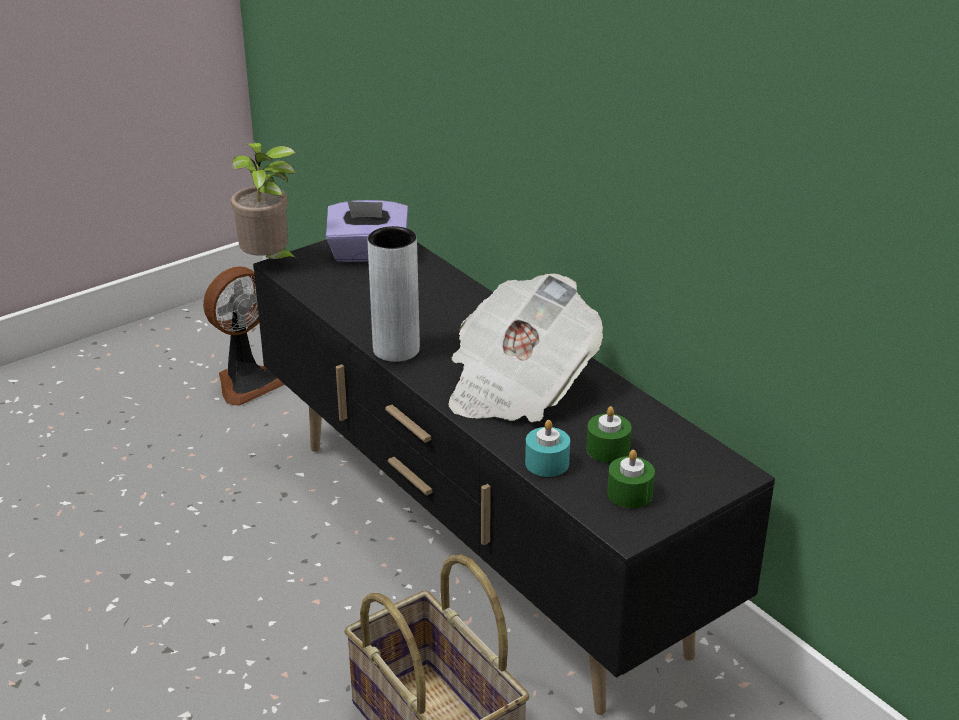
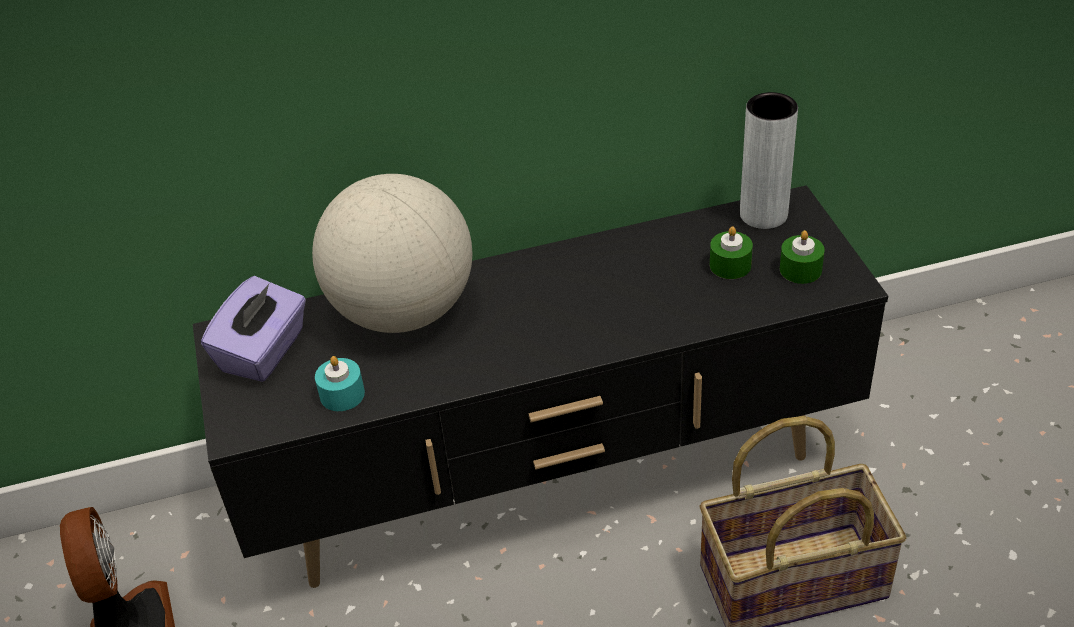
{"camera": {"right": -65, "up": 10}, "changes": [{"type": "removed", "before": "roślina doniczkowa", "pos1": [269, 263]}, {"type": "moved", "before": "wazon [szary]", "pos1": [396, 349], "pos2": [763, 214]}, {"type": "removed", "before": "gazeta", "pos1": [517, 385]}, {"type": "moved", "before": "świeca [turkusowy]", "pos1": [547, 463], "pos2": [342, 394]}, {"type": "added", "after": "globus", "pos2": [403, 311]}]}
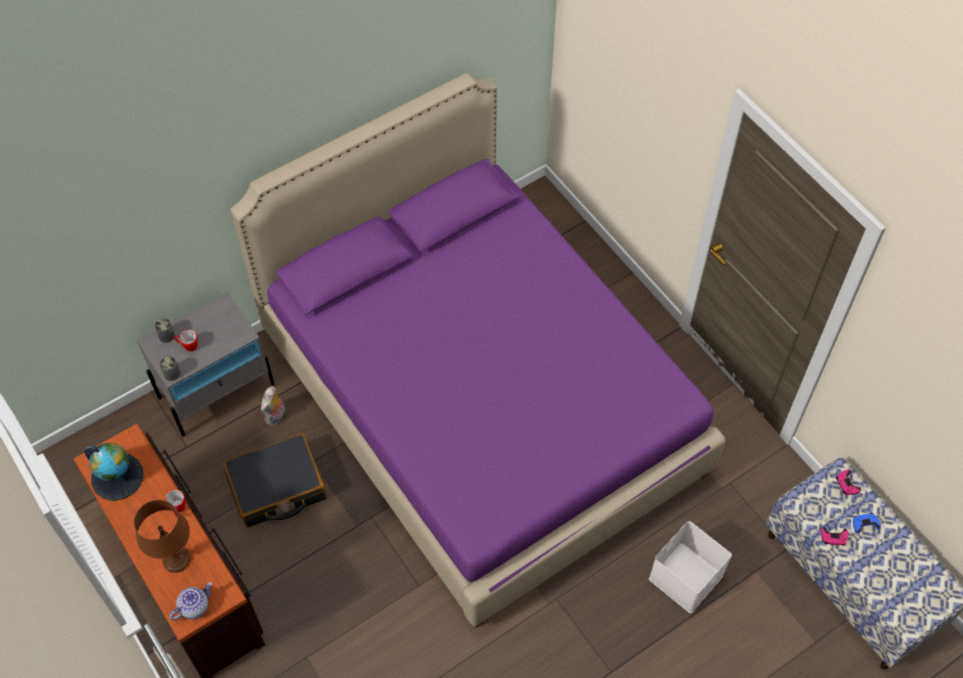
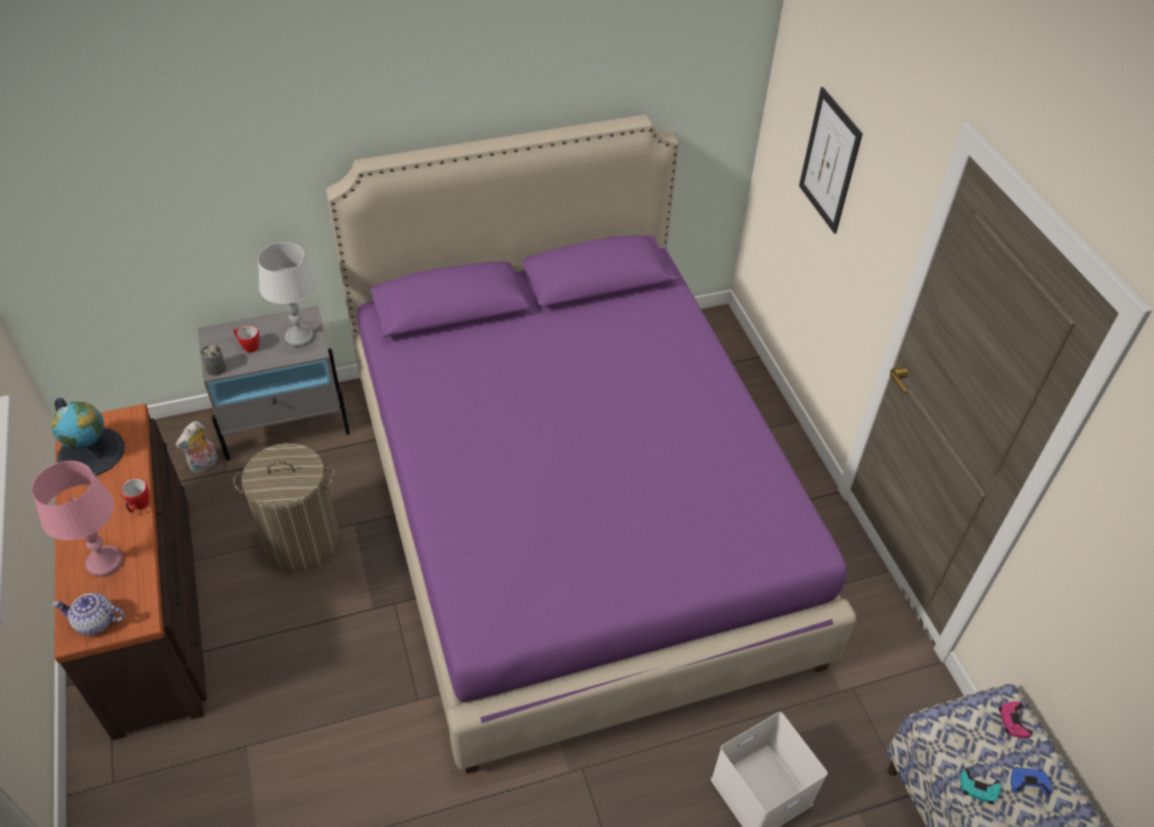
{"camera": {"right": 15, "up": -10}, "changes": [{"type": "removed", "before": "puszka", "pos1": [166, 336]}, {"type": "moved", "before": "pluszak", "pos1": [275, 416], "pos2": [204, 464]}, {"type": "replaced", "before": "walizka [czarny]", "after": "kosz na pranie", "pos1": [277, 487], "pos2": [302, 541]}, {"type": "recoloured", "before": "lampa stołowa [brązowy]", "after": "lampa stołowa [różowy]", "pos1": [177, 559], "pos2": [105, 562]}, {"type": "recoloured", "before": "pad do gier [różowy]", "after": "pad do gier [turkusowy]", "pos1": [834, 537], "pos2": [978, 788]}, {"type": "turned", "before": "imbryk", "pos1": [194, 606], "pos2": [95, 622], "turn": -150}, {"type": "added", "after": "obraz", "pos2": [829, 161]}, {"type": "added", "after": "lampa stołowa [szary]", "pos2": [300, 336]}]}
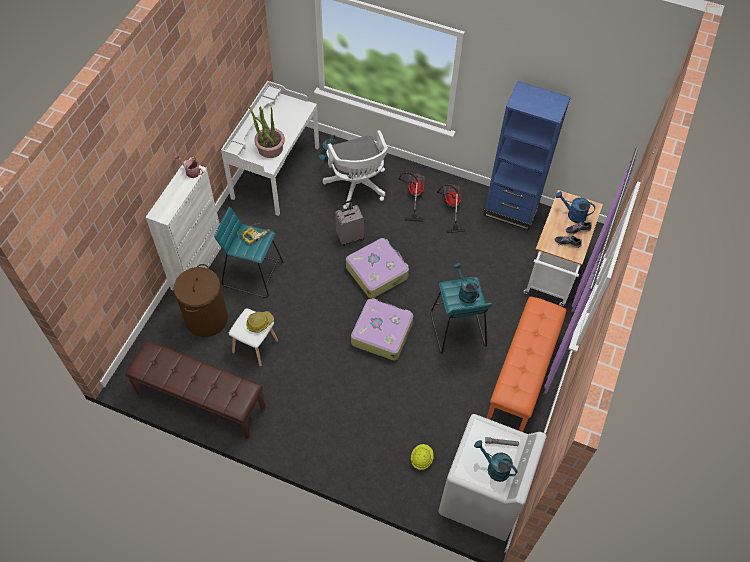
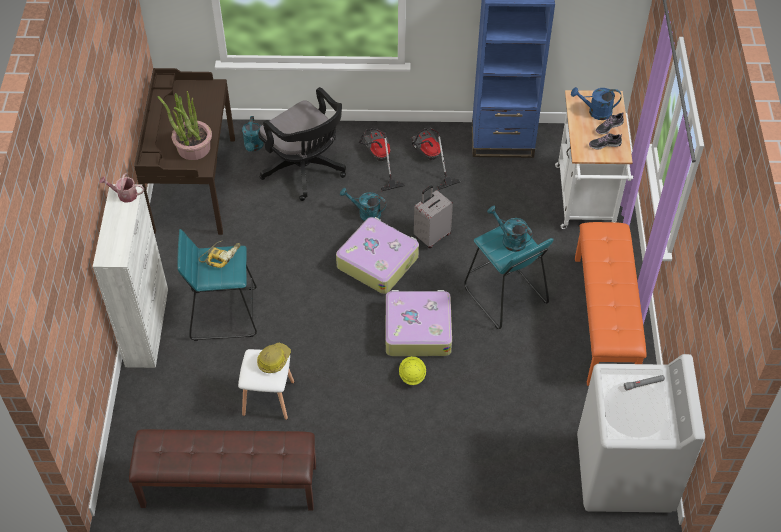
{"camera": {"right": -20, "up": -5}, "changes": [{"type": "recoloured", "before": "biurko [biały]", "after": "biurko [brązowy]", "pos1": [275, 172], "pos2": [193, 184]}, {"type": "recoloured", "before": "krzesło biurowe [biały]", "after": "krzesło biurowe [czarny]", "pos1": [357, 187], "pos2": [306, 171]}, {"type": "moved", "before": "walizka [szary]", "pos1": [350, 236], "pos2": [431, 235]}, {"type": "removed", "before": "kosz na pranie [brązowy]", "pos1": [206, 318]}, {"type": "moved", "before": "konewka [turkusowy]", "pos1": [494, 468], "pos2": [365, 213]}, {"type": "moved", "before": "kask [żółty]", "pos1": [421, 459], "pos2": [412, 375]}]}
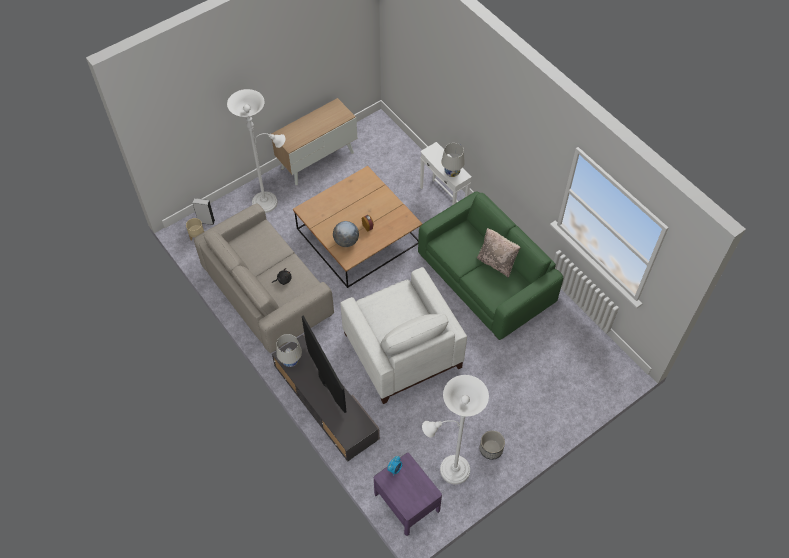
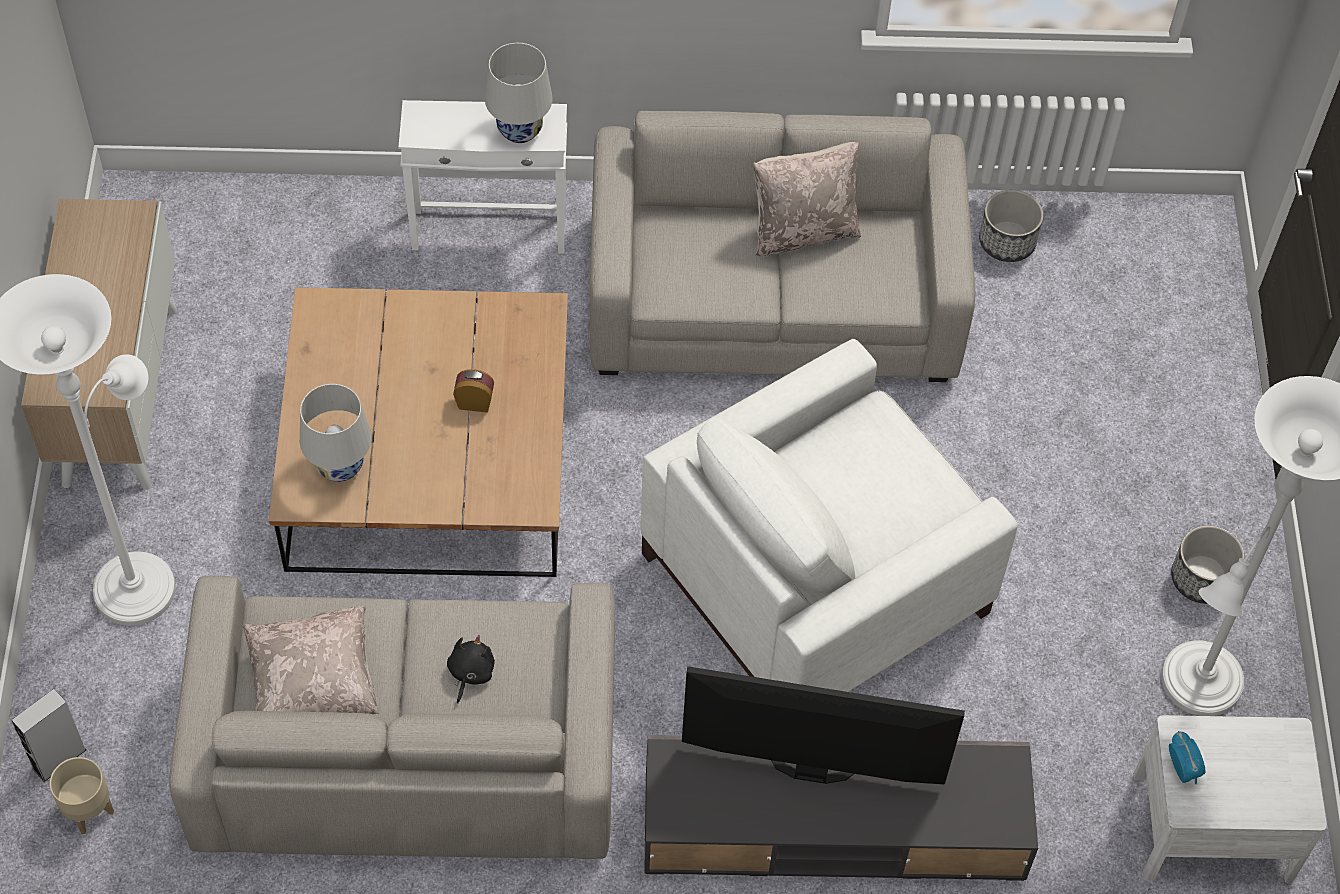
{"camera": {"right": -55, "up": 0}, "changes": [{"type": "recoloured", "before": "kanapa [zielony]", "after": "kanapa [beżowy]", "pos1": [486, 278], "pos2": [773, 297]}, {"type": "removed", "before": "globus", "pos1": [346, 241]}, {"type": "turned", "before": "fotel [biały]", "pos1": [401, 349], "pos2": [817, 579], "turn": 135}, {"type": "moved", "before": "lampa stołowa [biały]", "pos1": [290, 361], "pos2": [339, 466]}, {"type": "recoloured", "before": "szafka nocna [fioletowy]", "after": "szafka nocna [biały]", "pos1": [407, 502], "pos2": [1212, 826]}, {"type": "added", "after": "donica", "pos2": [1007, 241]}, {"type": "added", "after": "poduszka [beżowy]", "pos2": [314, 686]}]}
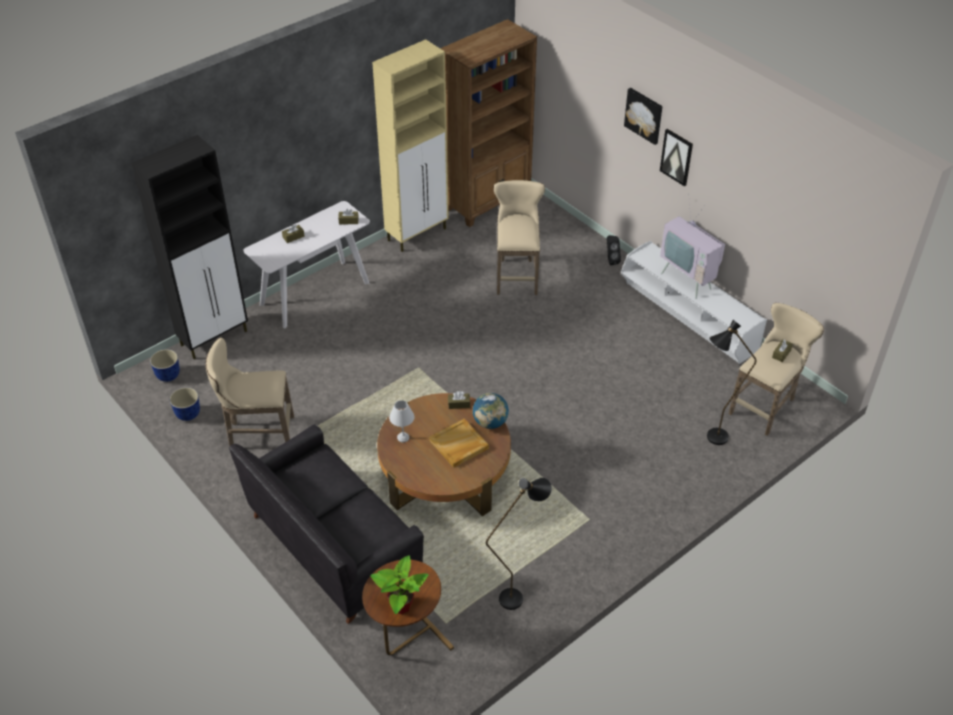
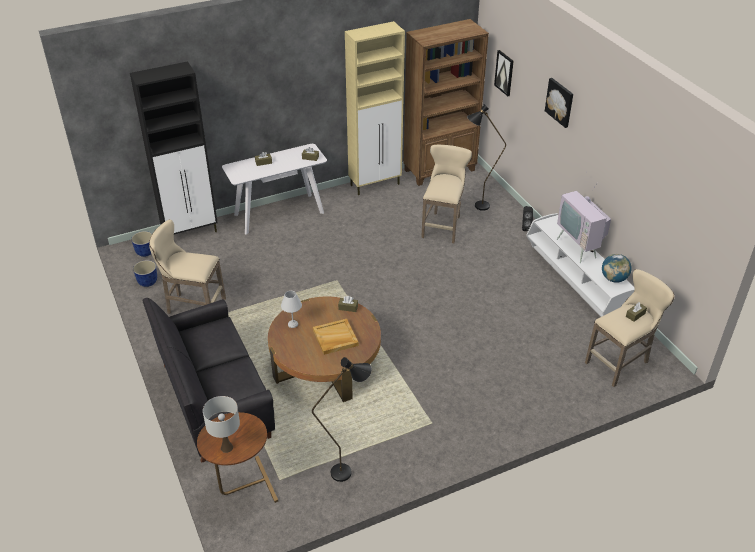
{"camera": {"right": 15, "up": -5}, "changes": [{"type": "moved", "before": "obraz", "pos1": [676, 157], "pos2": [504, 73]}, {"type": "moved", "before": "lampa stojąca [czarny]", "pos1": [710, 440], "pos2": [476, 207]}, {"type": "moved", "before": "globus", "pos1": [490, 422], "pos2": [614, 279]}, {"type": "replaced", "before": "roślina doniczkowa", "after": "lampa stołowa [biały]", "pos1": [401, 605], "pos2": [227, 447]}]}
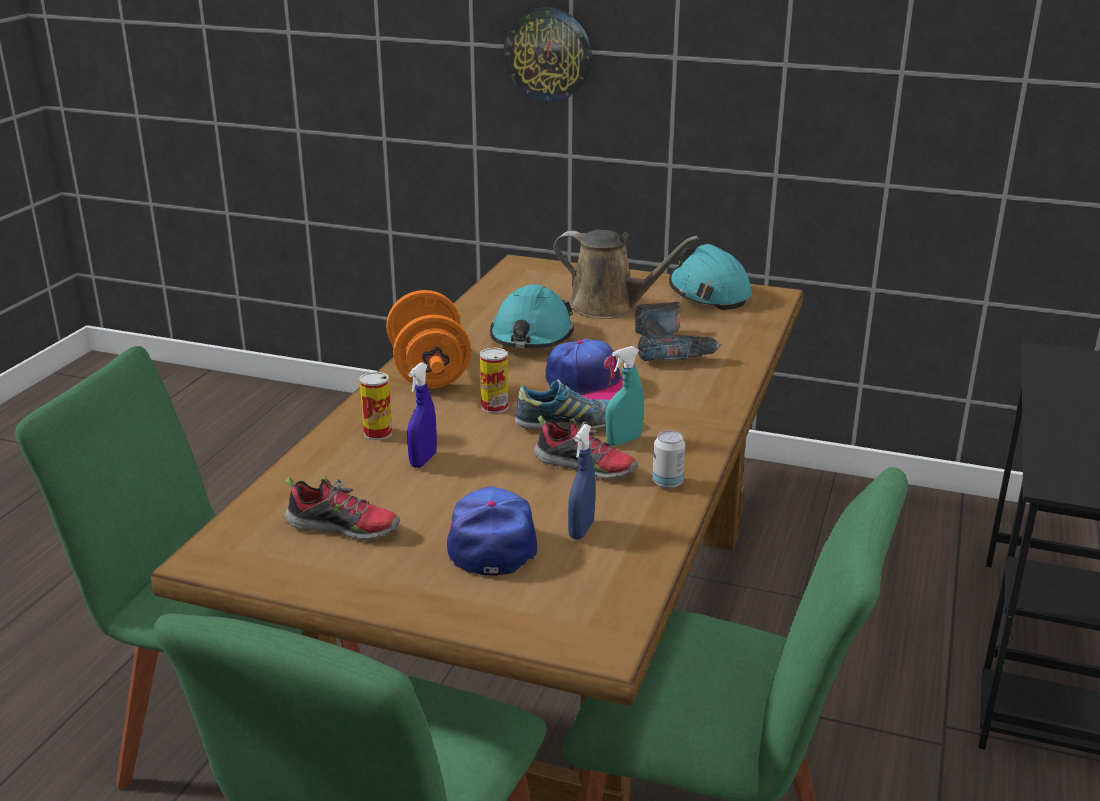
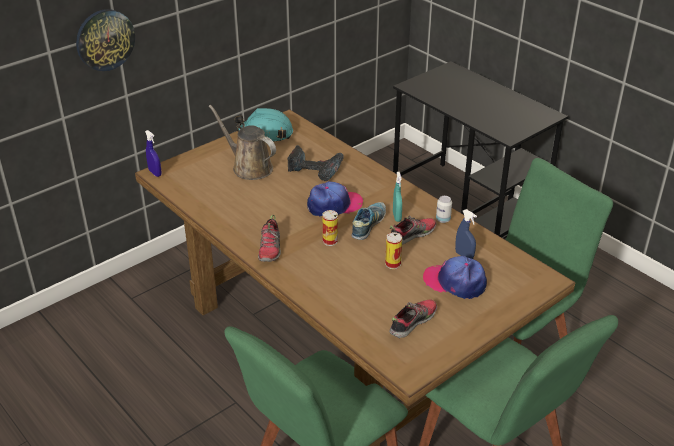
{"camera": {"right": -60, "up": 10}, "changes": [{"type": "turned", "before": "konewka [brązowy]", "pos1": [609, 307], "pos2": [249, 167], "turn": -105}, {"type": "removed", "before": "kask [turkusowy]", "pos1": [531, 337]}, {"type": "replaced", "before": "hantel [pomarańczowy]", "after": "but", "pos1": [429, 372], "pos2": [270, 249]}, {"type": "moved", "before": "spryskiwacz [niebieski]", "pos1": [423, 460], "pos2": [155, 173]}, {"type": "moved", "before": "puszka", "pos1": [378, 433], "pos2": [393, 264]}]}
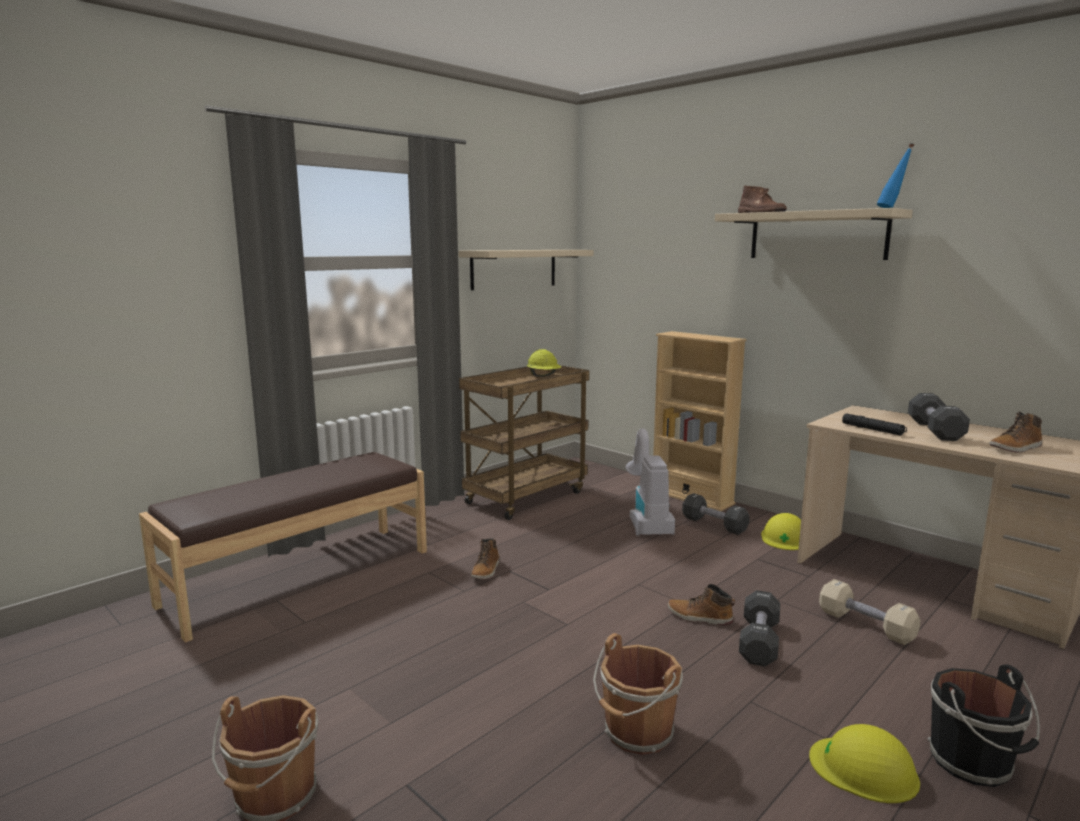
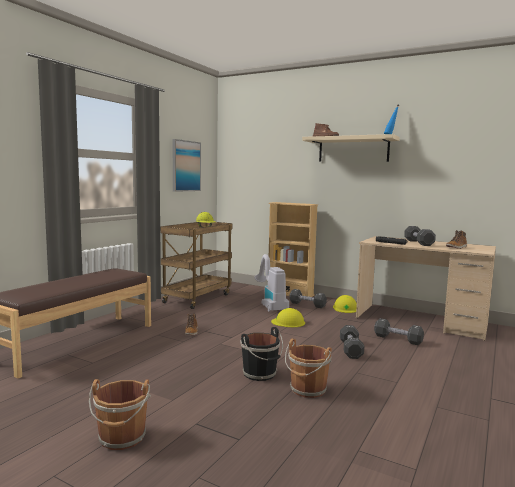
{"camera": {"right": -15, "up": -5}, "changes": [{"type": "replaced", "before": "półka [beżowy]", "after": "obraz", "pos1": [514, 269], "pos2": [186, 166]}, {"type": "recoloured", "before": "hantel [beżowy]", "after": "hantel [czarny]", "pos1": [866, 625], "pos2": [398, 339]}, {"type": "removed", "before": "but z cholewką", "pos1": [699, 617]}, {"type": "moved", "before": "wiadro [czarny]", "pos1": [973, 763], "pos2": [260, 374]}, {"type": "moved", "before": "kask [żółty]", "pos1": [864, 769], "pos2": [288, 322]}]}
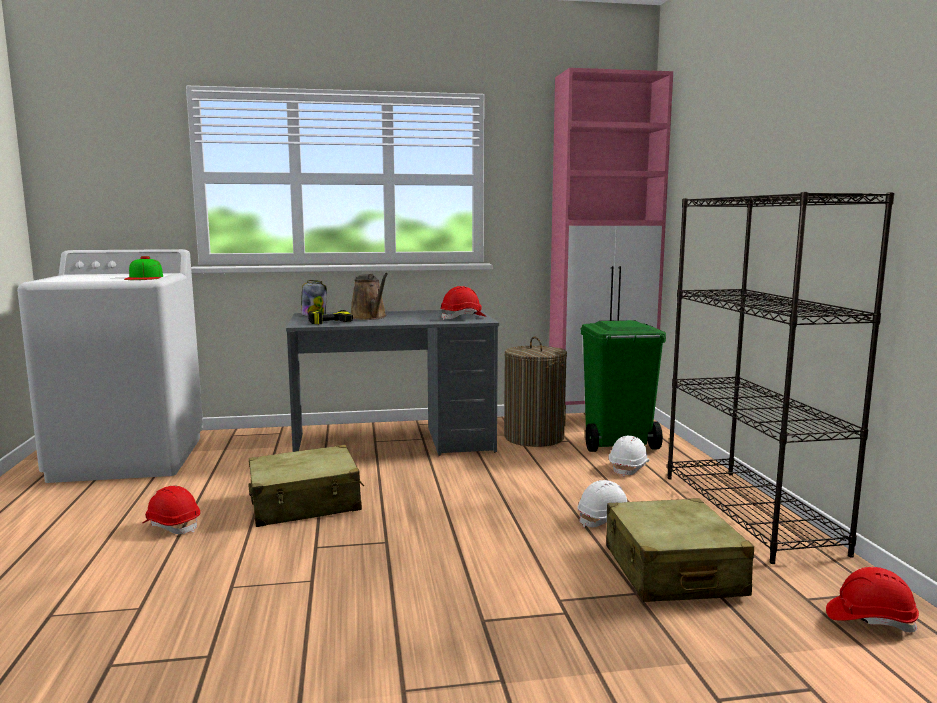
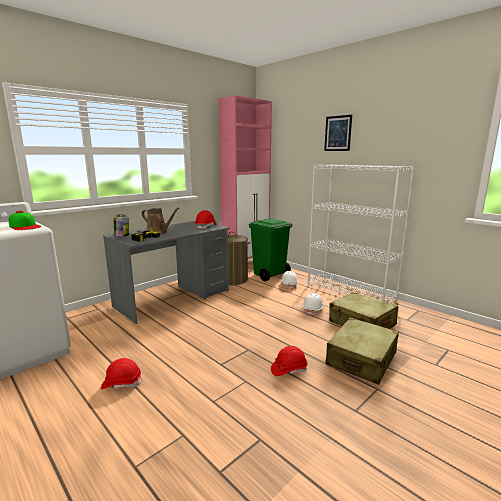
{"camera": {"right": -35, "up": 5}, "changes": [{"type": "recoloured", "before": "regał [czarny]", "after": "regał [biały]", "pos1": [750, 513], "pos2": [350, 292]}, {"type": "moved", "before": "walizka [beżowy]", "pos1": [305, 503], "pos2": [361, 359]}, {"type": "moved", "before": "kask [czerwony]", "pos1": [870, 619], "pos2": [288, 369]}, {"type": "added", "after": "obraz", "pos2": [338, 133]}]}
